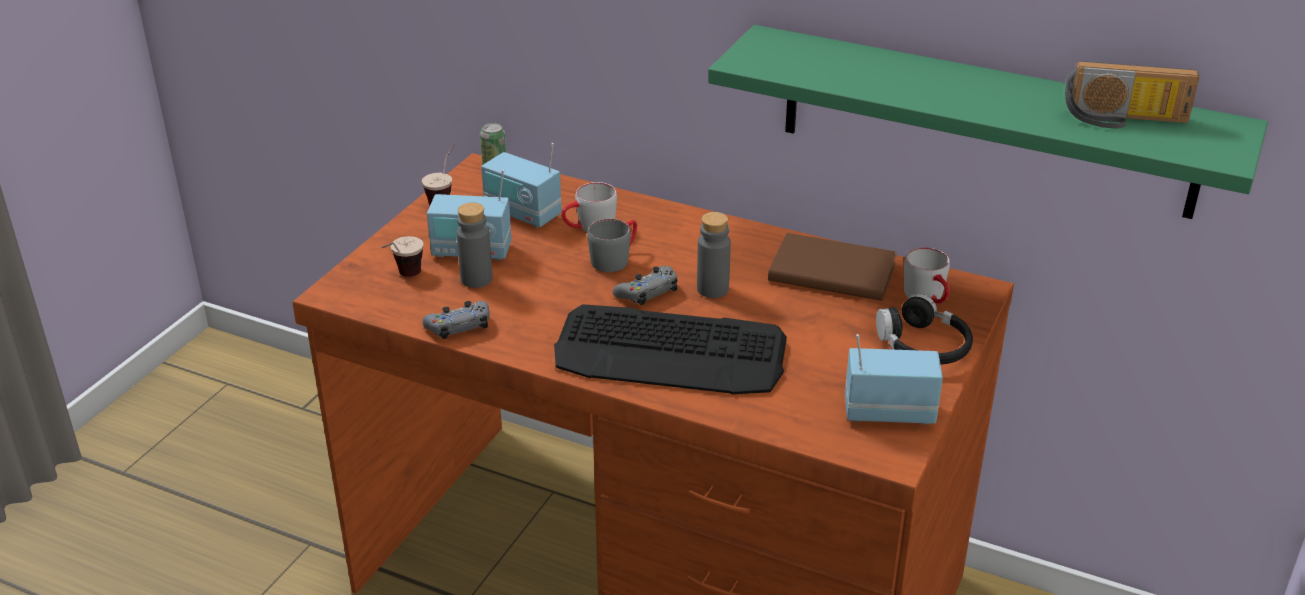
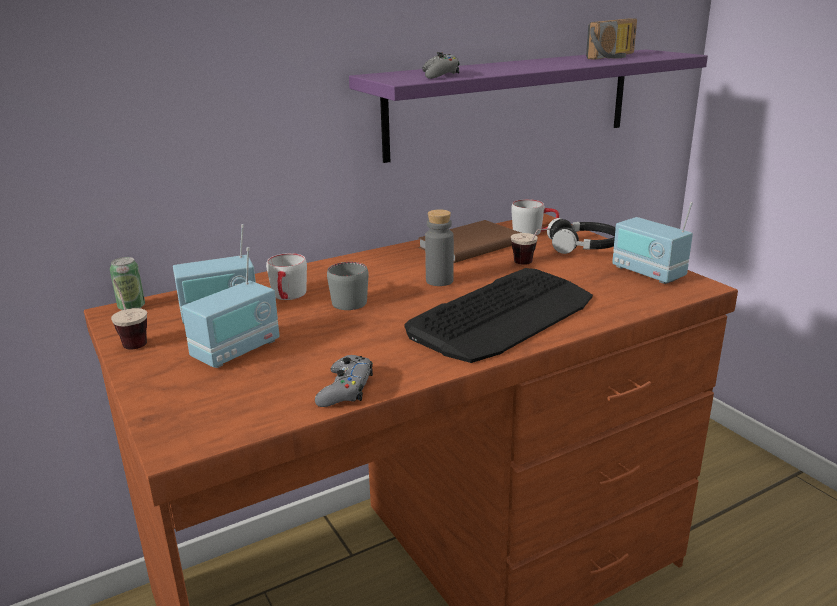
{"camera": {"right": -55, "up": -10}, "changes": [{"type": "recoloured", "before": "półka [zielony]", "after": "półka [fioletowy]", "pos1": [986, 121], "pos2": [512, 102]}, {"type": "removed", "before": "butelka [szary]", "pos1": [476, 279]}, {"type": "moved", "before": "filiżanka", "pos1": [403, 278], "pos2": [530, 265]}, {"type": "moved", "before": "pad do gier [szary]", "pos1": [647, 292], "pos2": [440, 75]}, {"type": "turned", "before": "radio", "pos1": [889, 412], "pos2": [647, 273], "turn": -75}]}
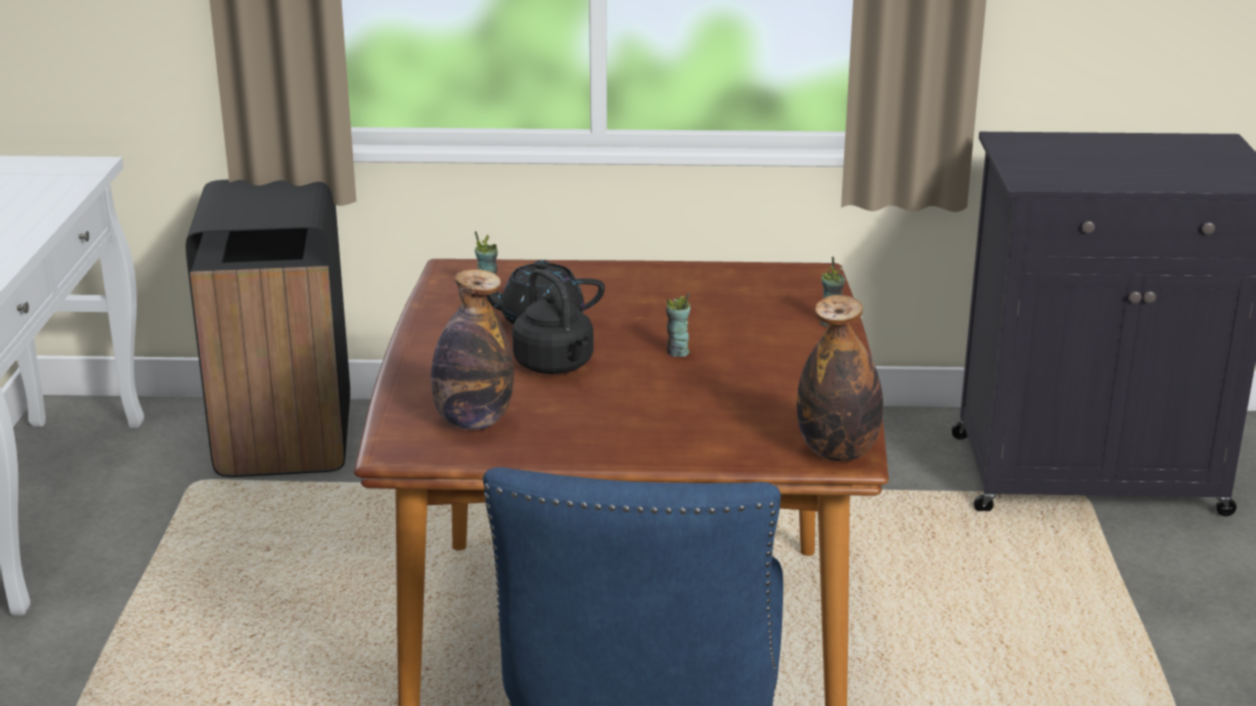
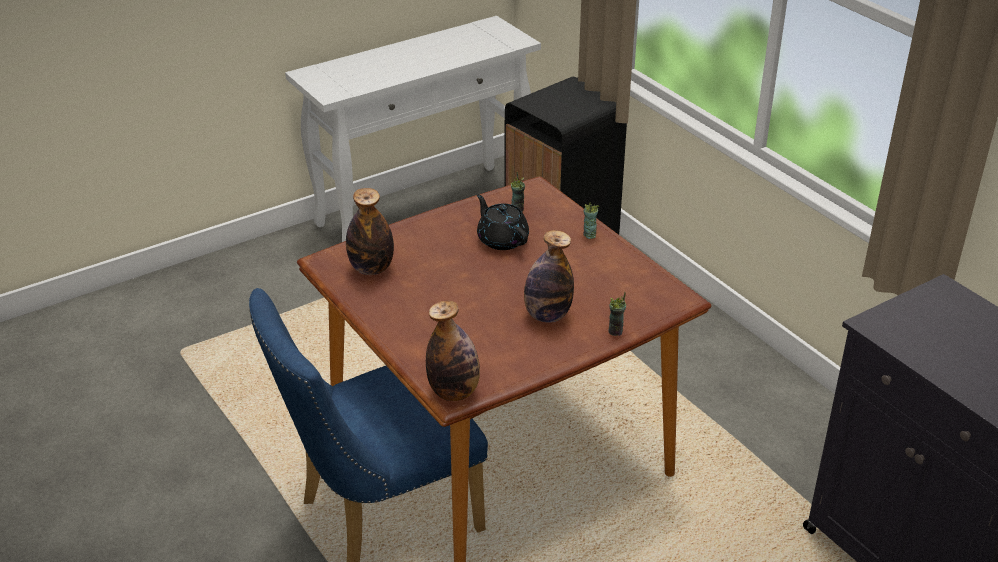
{"camera": {"right": 55, "up": 10}, "changes": [{"type": "removed", "before": "czajnik [czarny]", "pos1": [556, 366]}, {"type": "moved", "before": "filiżanka", "pos1": [677, 352], "pos2": [589, 235]}, {"type": "added", "after": "butelka", "pos2": [547, 315]}]}
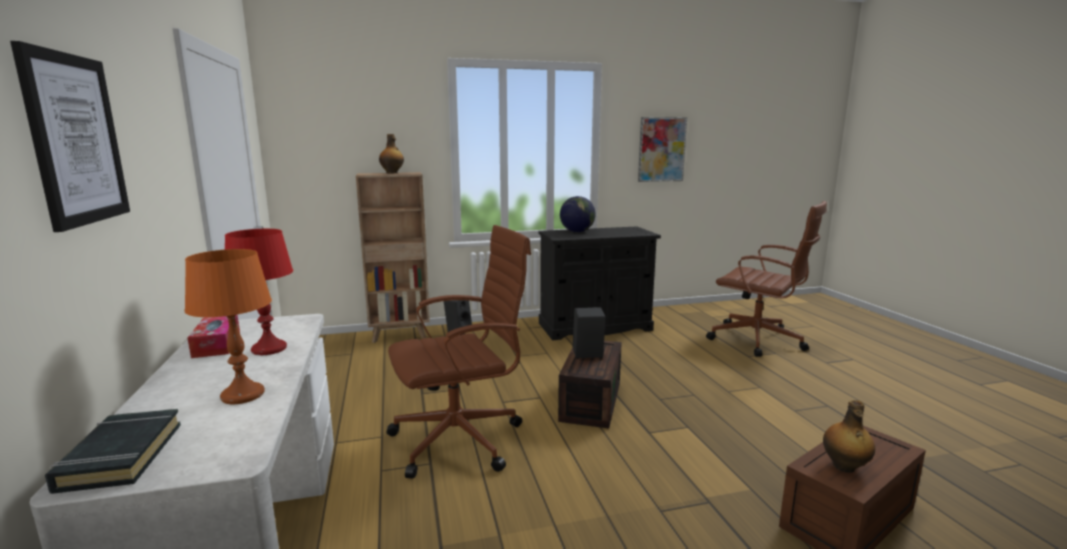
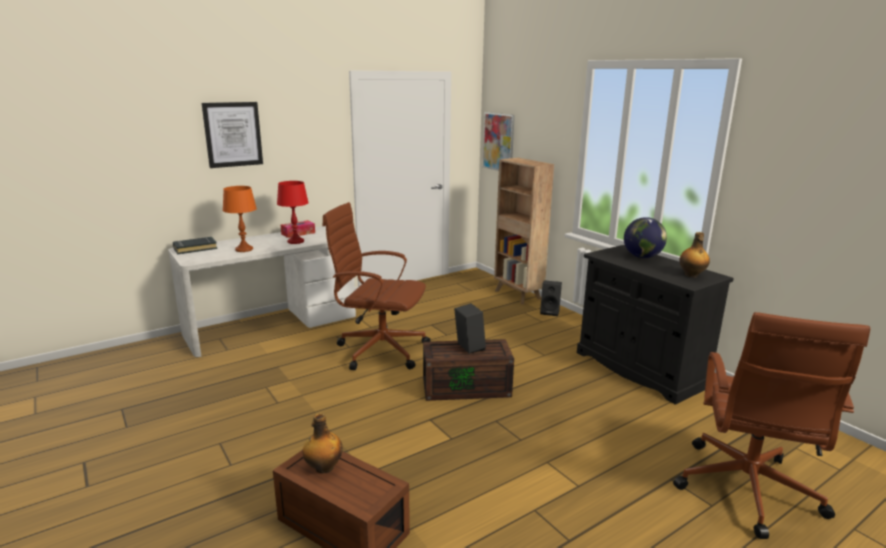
{"camera": {"right": 70, "up": 5}, "changes": [{"type": "moved", "before": "obraz", "pos1": [661, 149], "pos2": [498, 142]}, {"type": "moved", "before": "butelka", "pos1": [392, 173], "pos2": [691, 275]}, {"type": "turned", "before": "krzesło biurowe [brązowy]", "pos1": [461, 439], "pos2": [379, 350], "turn": 150}]}
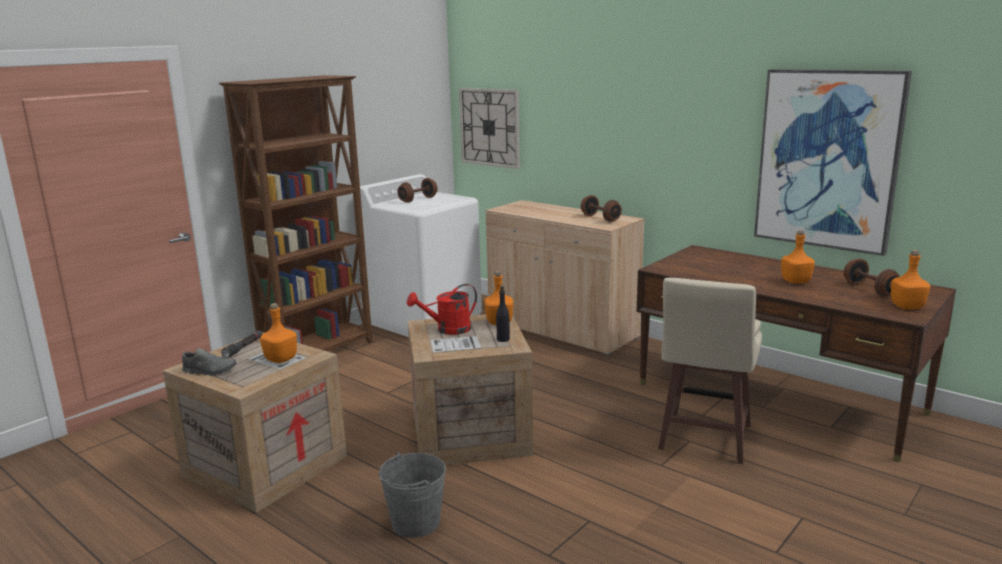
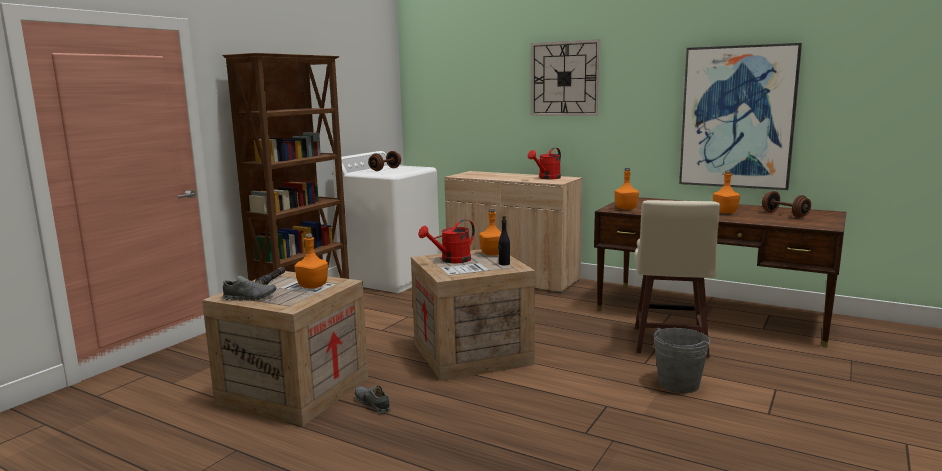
{"camera": {"right": -10, "up": -5}, "changes": [{"type": "moved", "before": "zegar ścienny", "pos1": [489, 127], "pos2": [564, 78]}, {"type": "replaced", "before": "hantel [brązowy]", "after": "konewka [czerwony]", "pos1": [600, 218], "pos2": [547, 178]}, {"type": "moved", "before": "butelka [pomarańczowy]", "pos1": [907, 307], "pos2": [626, 208]}, {"type": "moved", "before": "wiadro [szary]", "pos1": [415, 523], "pos2": [678, 384]}, {"type": "added", "after": "but [szary]", "pos2": [372, 404]}]}
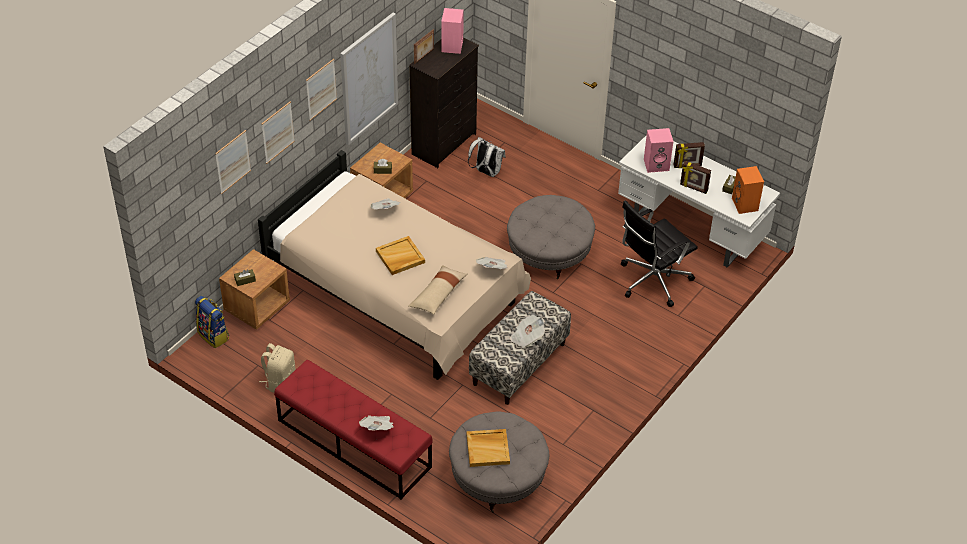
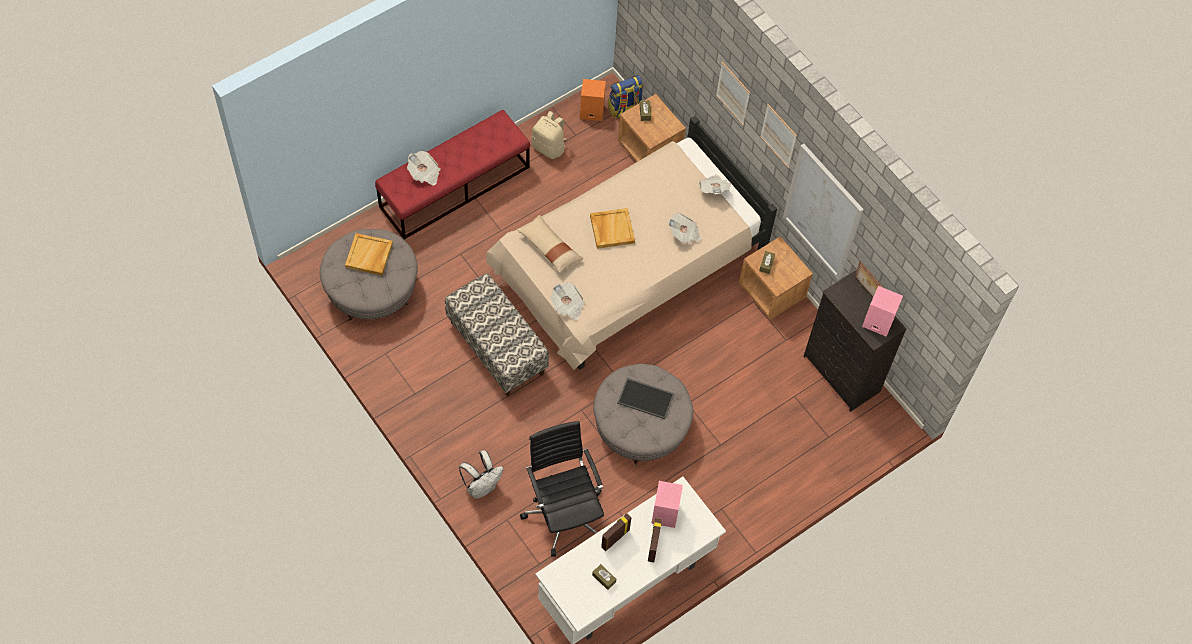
{"camera": {"right": 105, "up": 15}, "changes": [{"type": "removed", "before": "obraz", "pos1": [233, 162]}, {"type": "moved", "before": "plecak [biały]", "pos1": [486, 172], "pos2": [482, 486]}, {"type": "moved", "before": "głośnik [pomarańczowy]", "pos1": [745, 205], "pos2": [591, 112]}, {"type": "moved", "before": "gazeta", "pos1": [527, 337], "pos2": [713, 189]}, {"type": "added", "after": "taca", "pos2": [646, 398]}]}
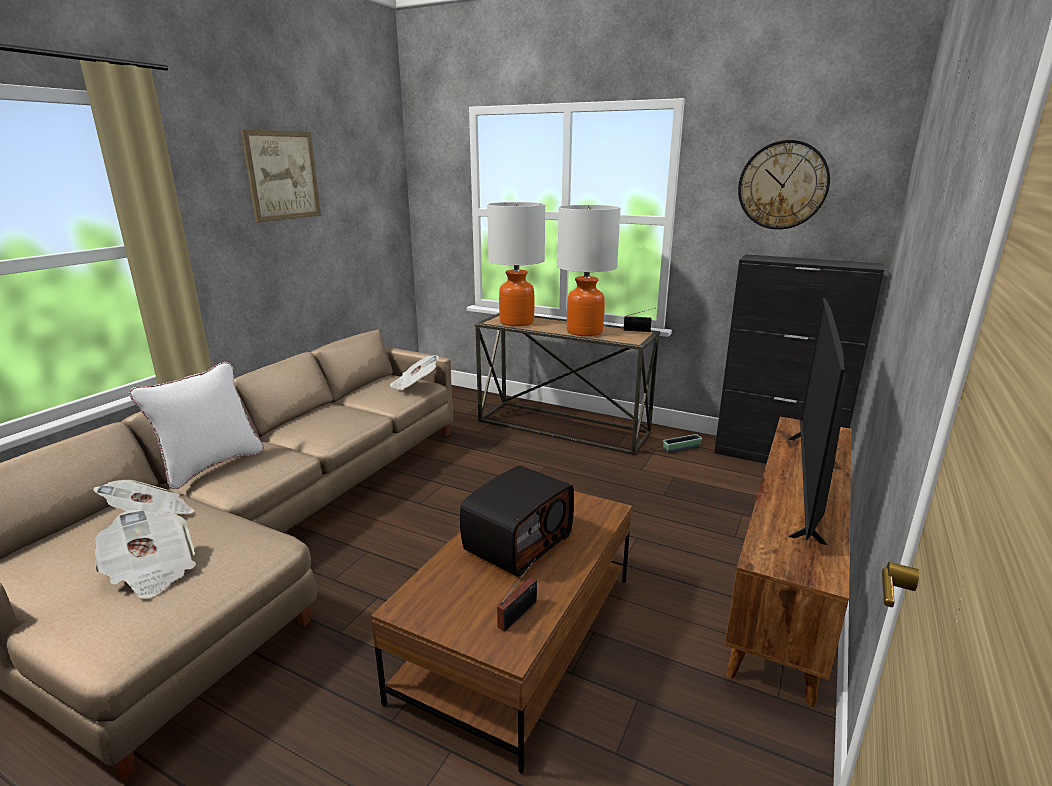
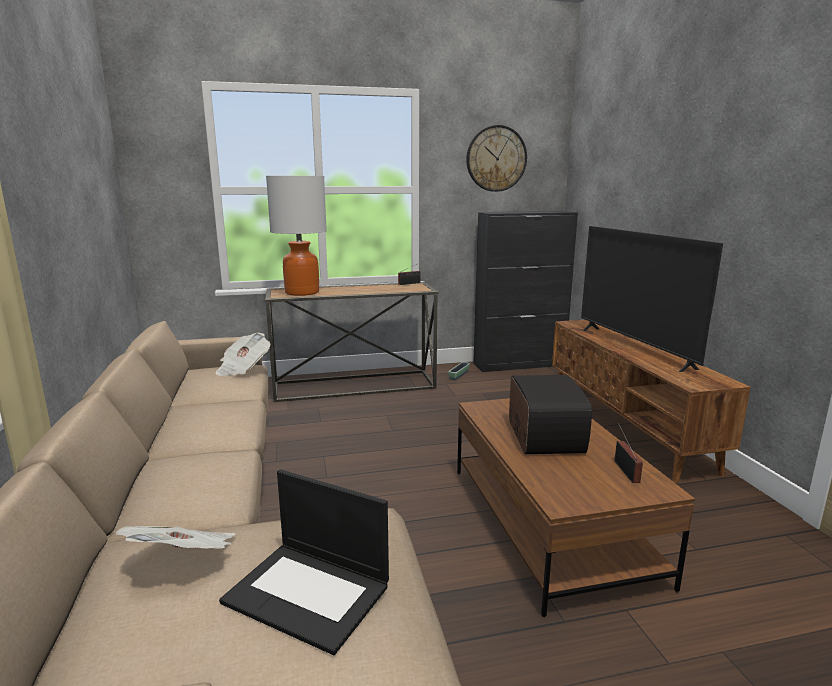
{"camera": {"right": -40, "up": -5}, "changes": [{"type": "removed", "before": "obraz", "pos1": [282, 175]}, {"type": "removed", "before": "lampa stołowa", "pos1": [584, 331]}, {"type": "removed", "before": "poduszka [biały]", "pos1": [211, 465]}, {"type": "replaced", "before": "gazeta", "after": "laptop", "pos1": [151, 571], "pos2": [309, 593]}]}
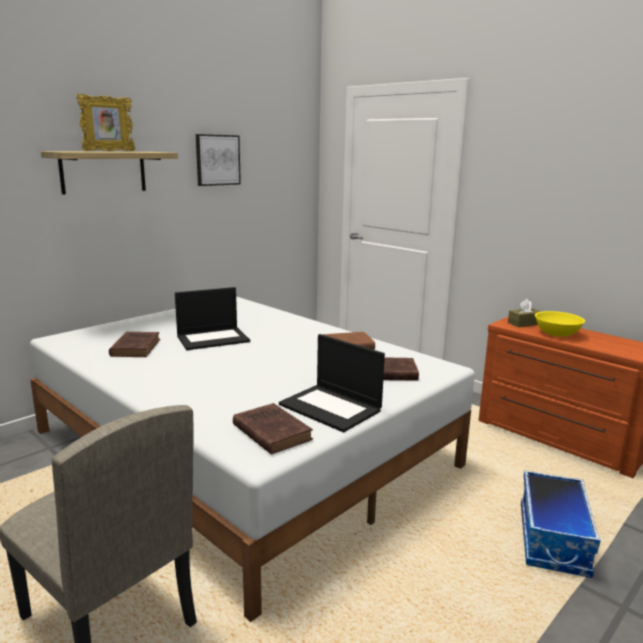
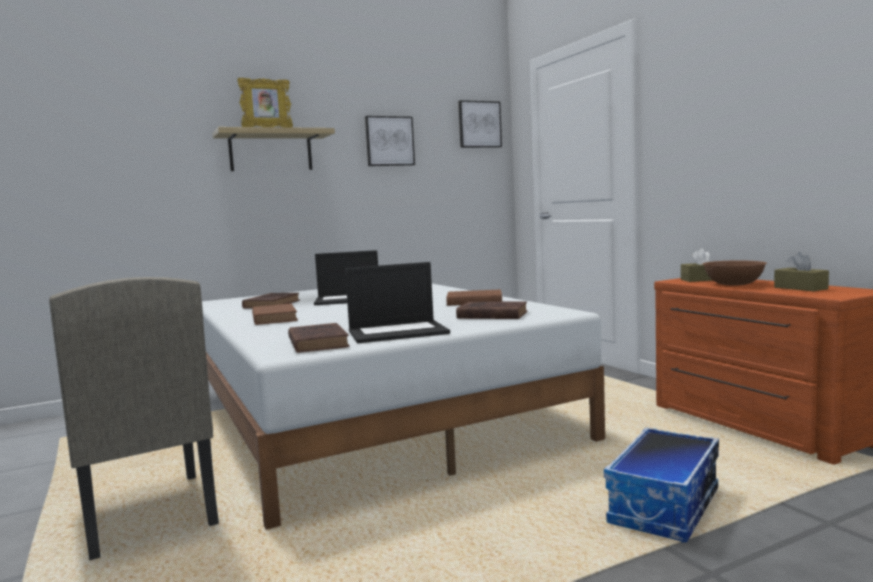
{"camera": {"right": 20, "up": -10}, "changes": [{"type": "recoloured", "before": "miska [żółty]", "after": "miska [brązowy]", "pos1": [557, 334], "pos2": [734, 284]}, {"type": "turned", "before": "laptop", "pos1": [331, 407], "pos2": [398, 332], "turn": -75}, {"type": "added", "after": "obraz", "pos2": [479, 124]}, {"type": "added", "after": "pudełko chusteczek [brązowy]", "pos2": [800, 288]}, {"type": "added", "after": "książka [brązowy]", "pos2": [274, 318]}]}
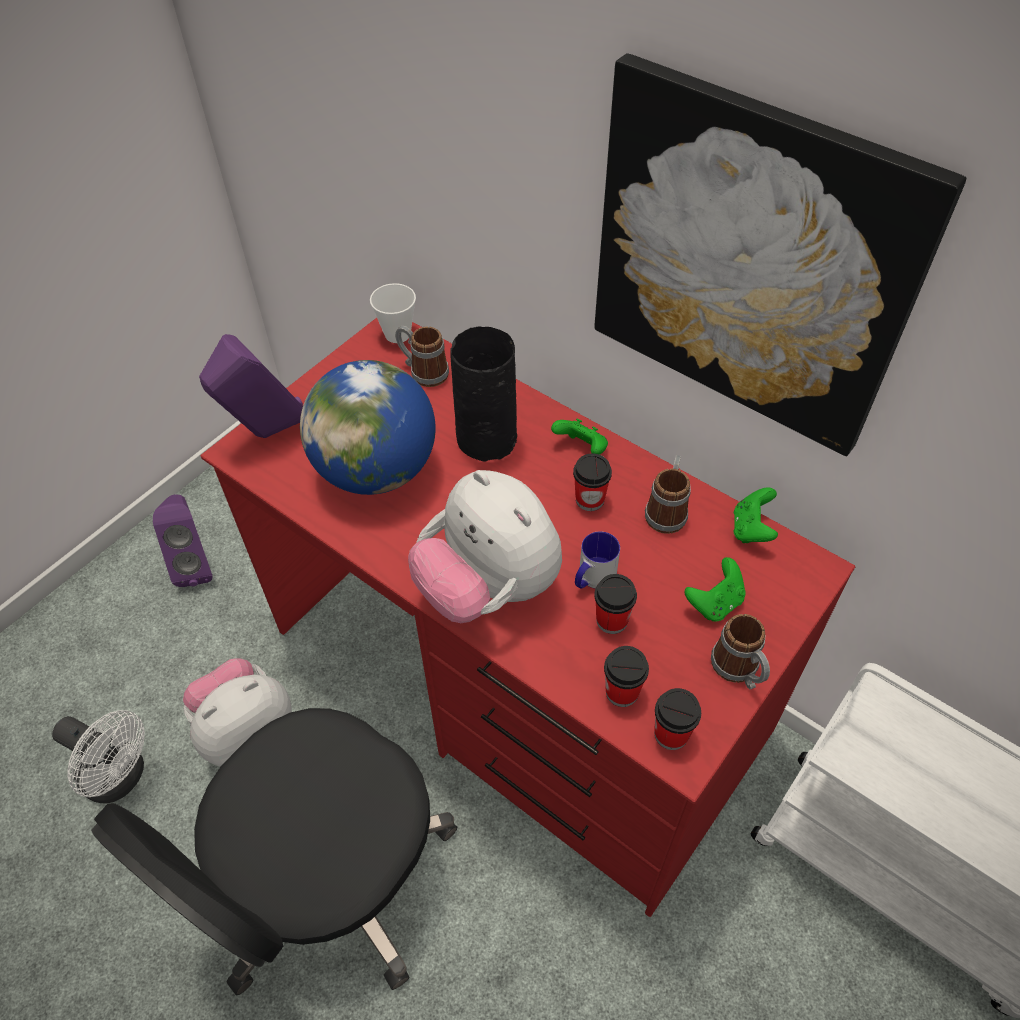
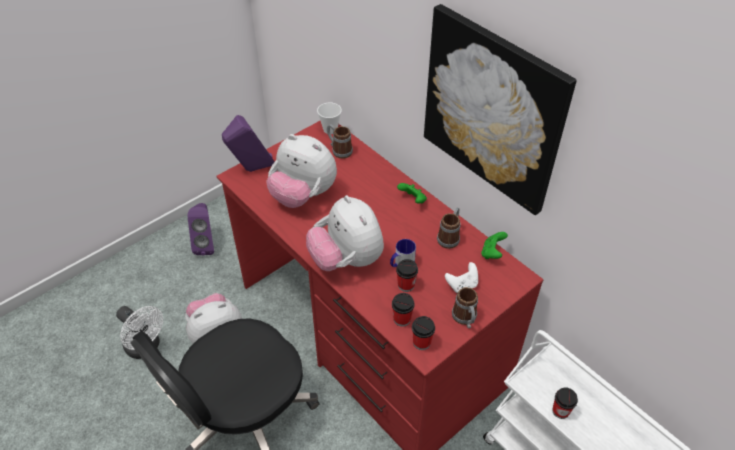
{"camera": {"right": 10, "up": -5}, "changes": [{"type": "removed", "before": "wazon [czarny]", "pos1": [487, 437]}, {"type": "replaced", "before": "globus", "after": "pluszak", "pos1": [376, 470], "pos2": [303, 195]}, {"type": "moved", "before": "filiżanka", "pos1": [590, 499], "pos2": [560, 411]}, {"type": "recoloured", "before": "pad do gier [zielony]", "after": "pad do gier [biały]", "pos1": [715, 603], "pos2": [462, 285]}]}
